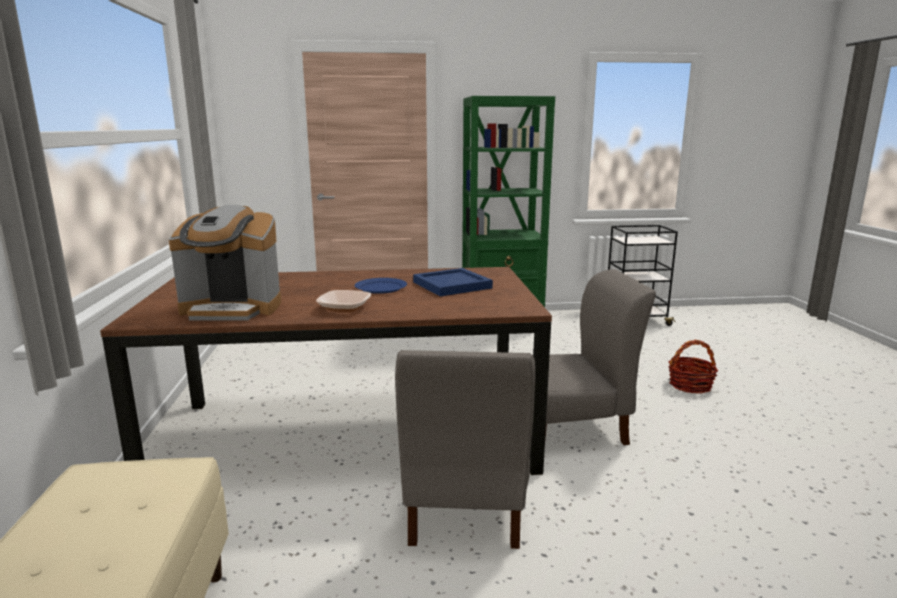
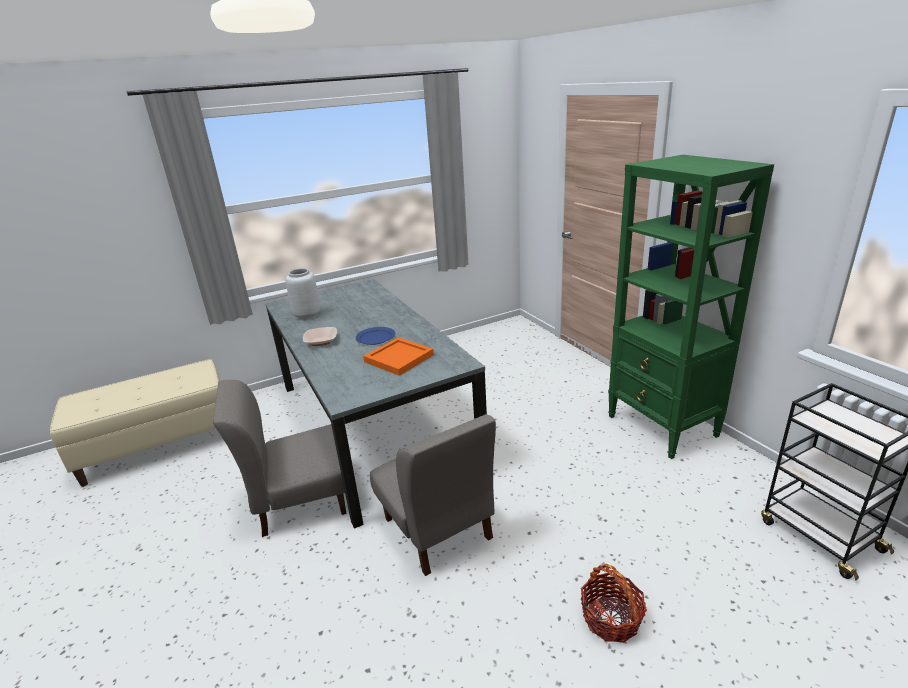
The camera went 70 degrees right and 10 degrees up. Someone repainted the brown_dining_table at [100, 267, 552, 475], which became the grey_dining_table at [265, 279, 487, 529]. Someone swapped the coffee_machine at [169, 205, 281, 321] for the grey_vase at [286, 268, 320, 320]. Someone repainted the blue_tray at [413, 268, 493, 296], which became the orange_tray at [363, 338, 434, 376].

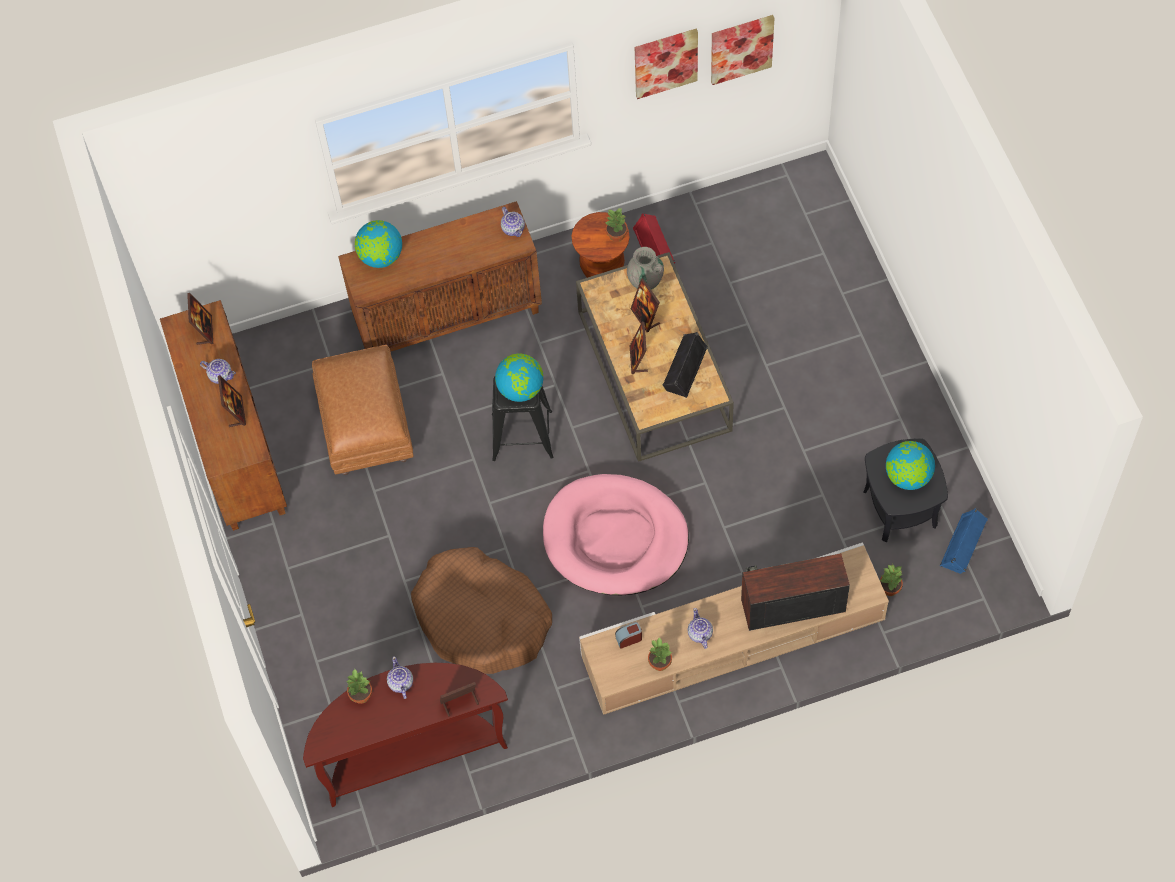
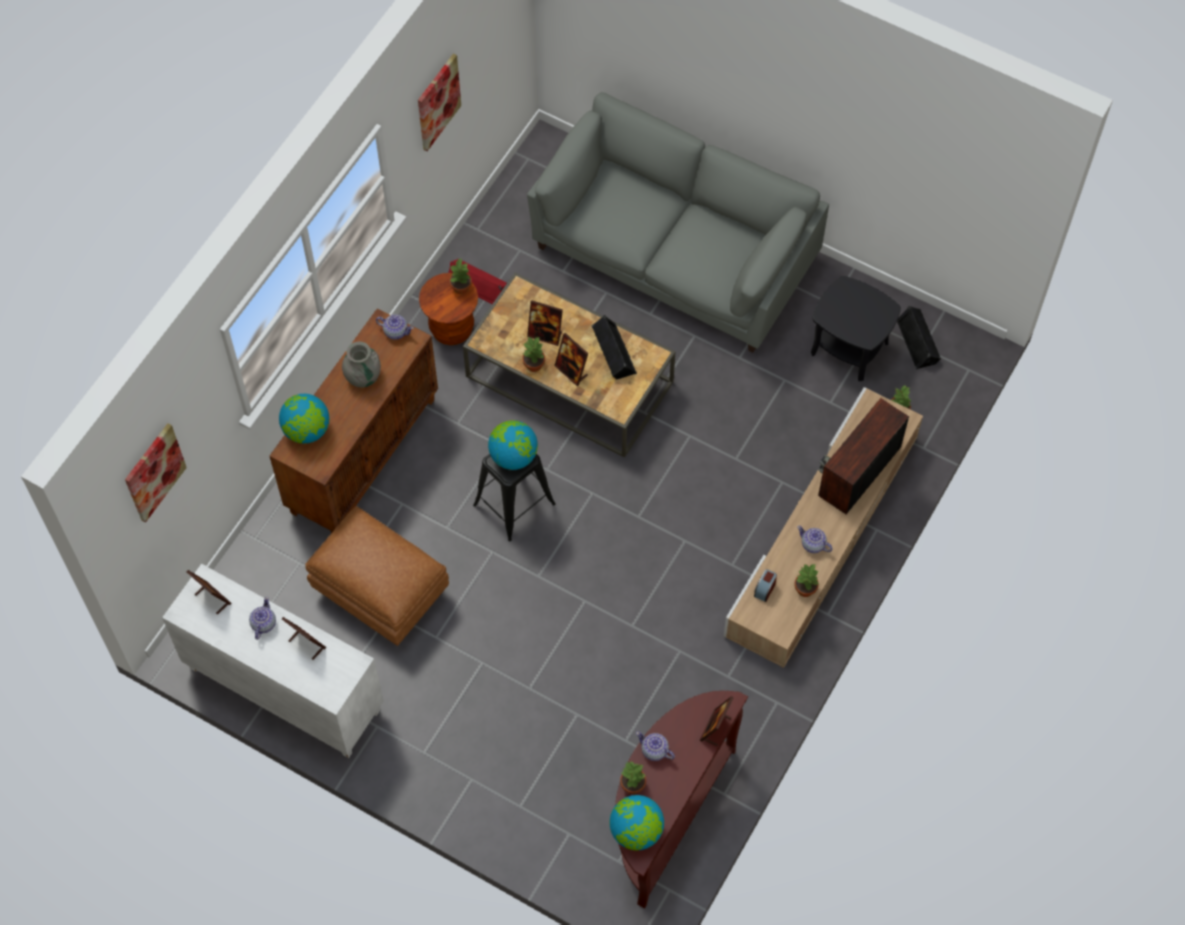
The camera went 45 degrees left and 0 degrees up. Someone repainted the brown_cabinet at [160, 300, 287, 531], which became the white_cabinet at [162, 564, 384, 758]. Someone rotated the teapot at [200, 359, 236, 384] by 60 degrees counterclockwise. Someone took away the brown_dog_bed at [411, 547, 552, 674]. Someone took away the pink_dog_bed at [543, 474, 689, 595]. Someone carried the grey_vase from [627, 247, 664, 289] to [342, 342, 381, 388]. Someone carried the picture from [711, 15, 775, 85] to [125, 423, 187, 523]. Someone carried the globe from [886, 441, 935, 490] to [609, 795, 664, 850]. Someone repainted the blue_speaker at [940, 508, 988, 574], which became the black_speaker at [897, 306, 941, 369]. Someone put down the potted_plant at [523, 337, 545, 372]. Someone put down the grey_sofa at [527, 92, 829, 353].

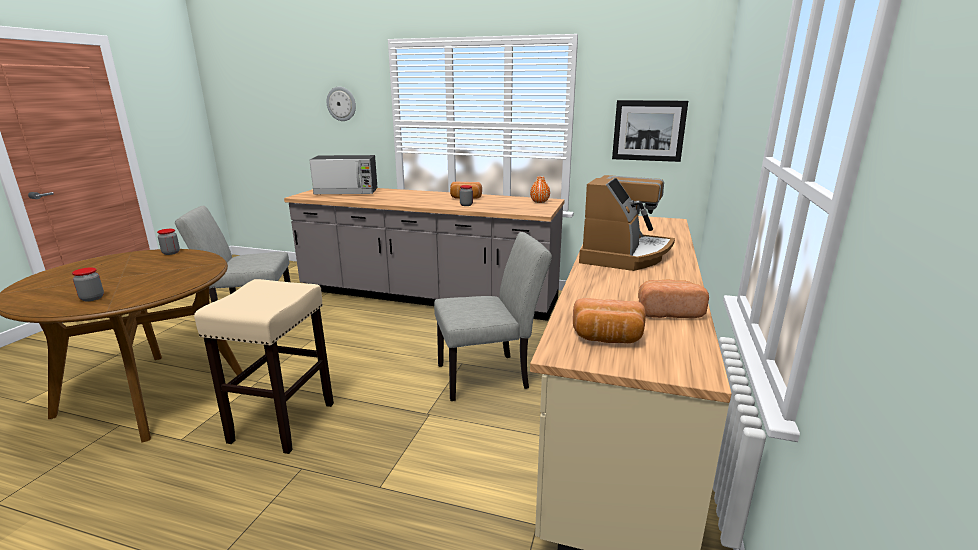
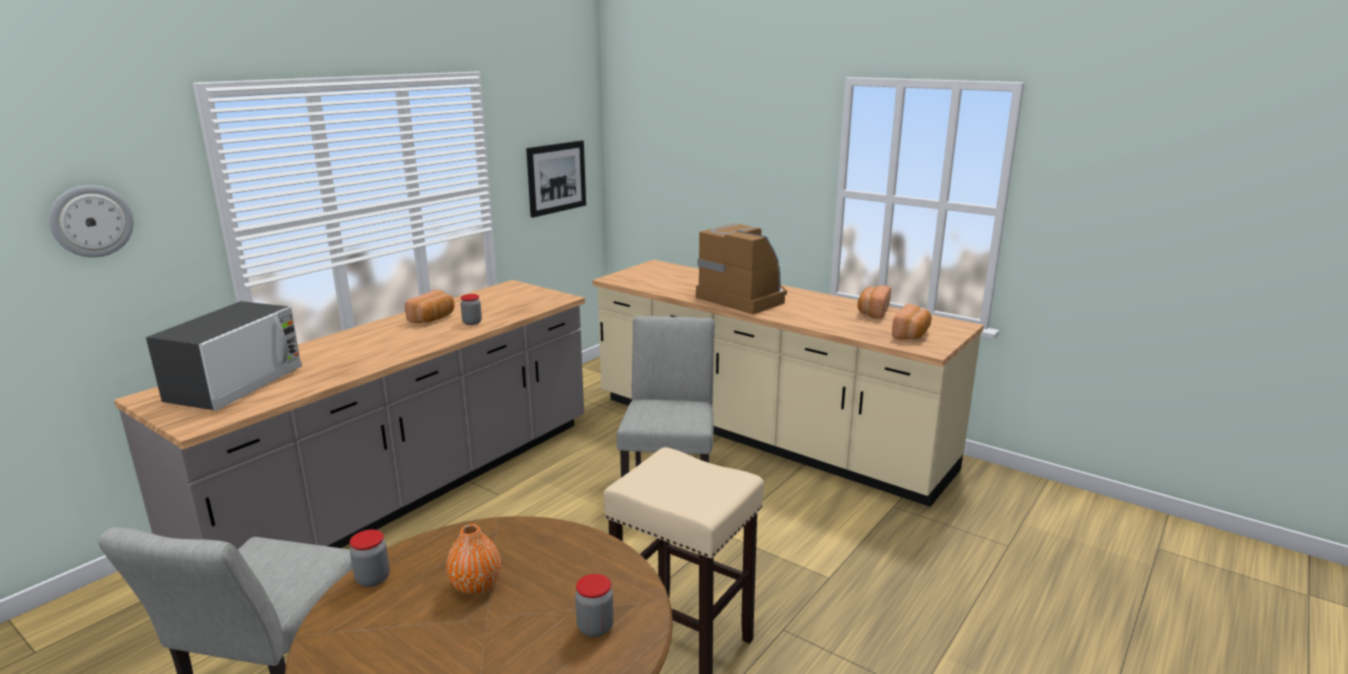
The camera went 70 degrees left and 0 degrees up. Someone carried the orange_vase from [530, 176, 550, 203] to [446, 524, 501, 595].

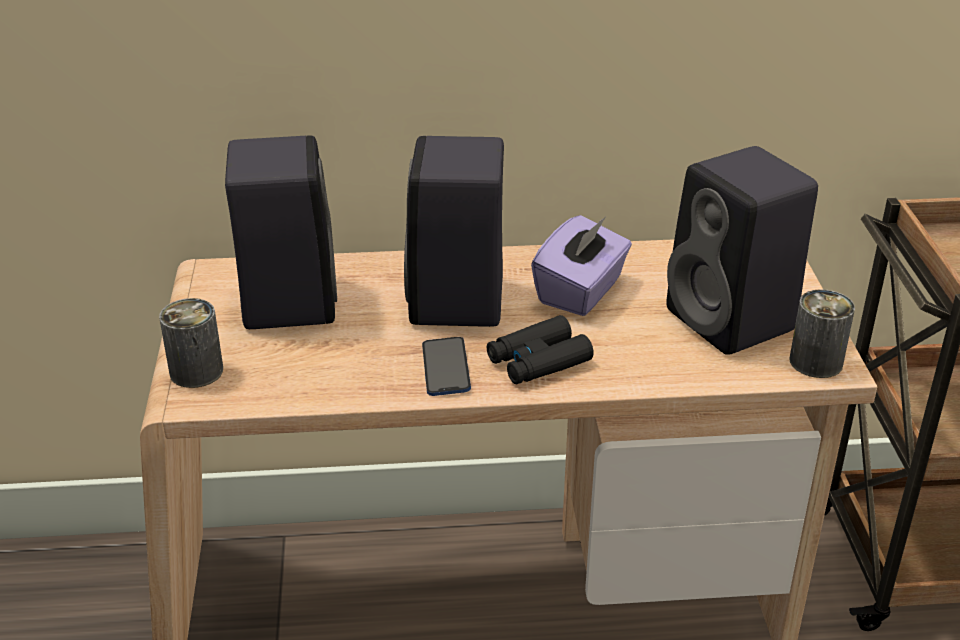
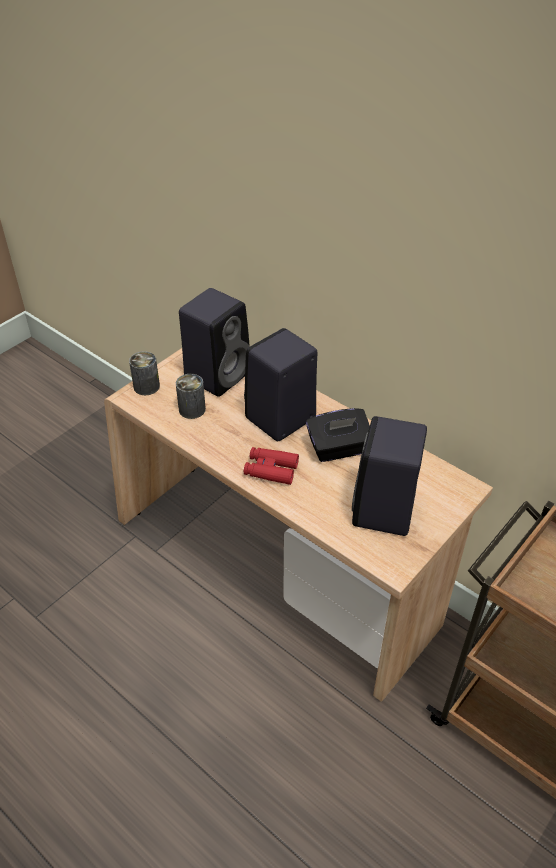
The camera went 45 degrees right and 10 degrees up. Someone took away the phone at [422, 337, 471, 396]. Someone repainted the black_binoculars at [487, 315, 594, 384], which became the red_binoculars at [244, 447, 299, 485]. Someone repainted the purple_tissue_box at [531, 215, 632, 316], which became the black_tissue_box at [306, 408, 370, 462]. Someone carried the can from [789, 289, 855, 378] to [176, 374, 206, 419].

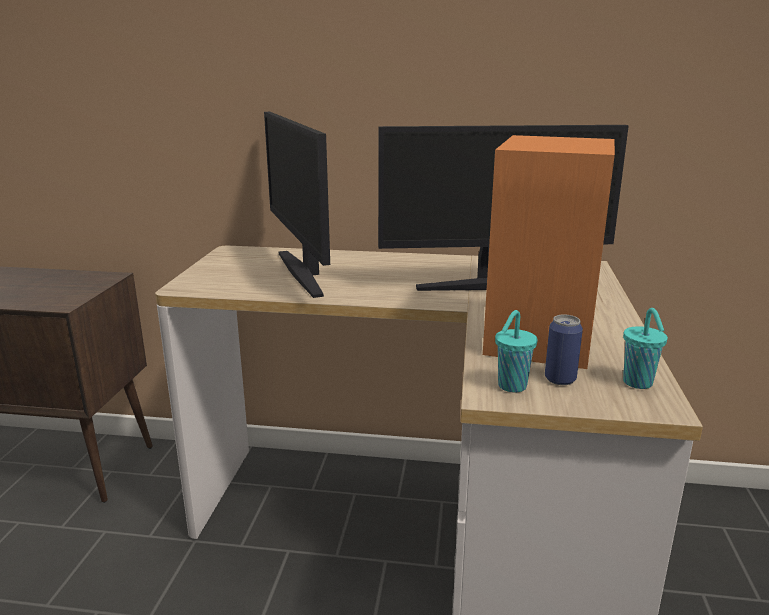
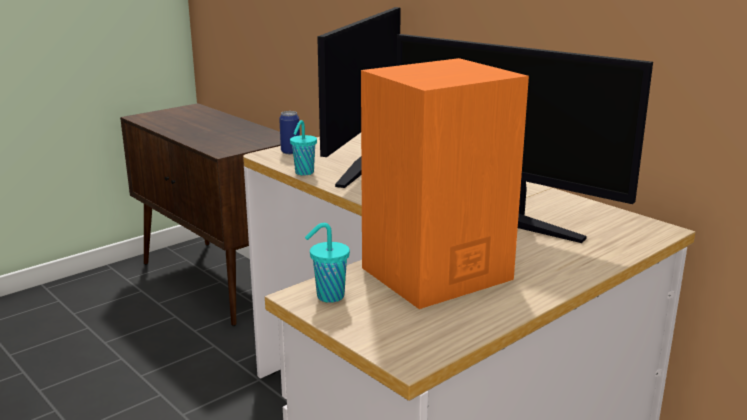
The camera went 40 degrees right and 0 degrees up. Someone carried the can from [545, 315, 583, 385] to [279, 111, 300, 154]. Someone carried the turquoise_cup from [623, 308, 668, 389] to [290, 120, 317, 175].

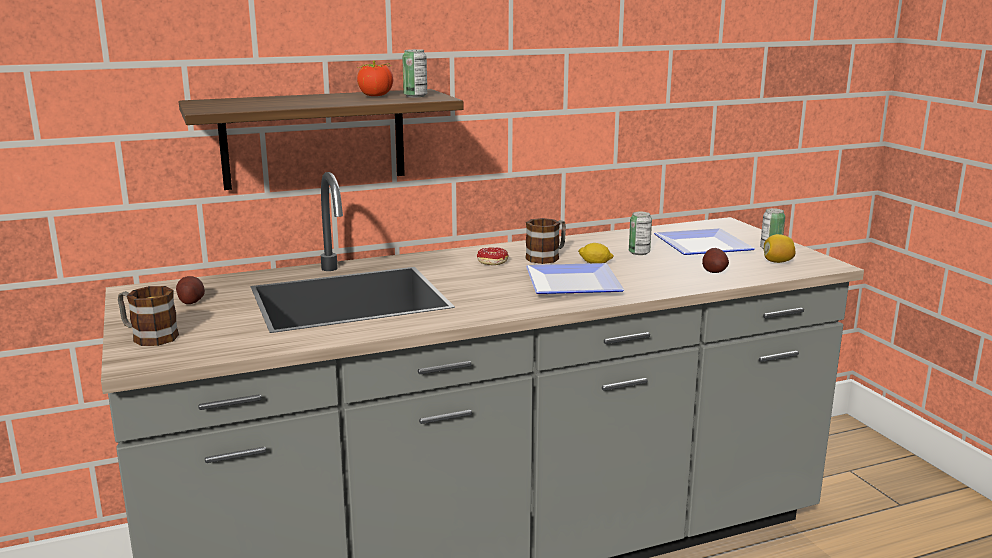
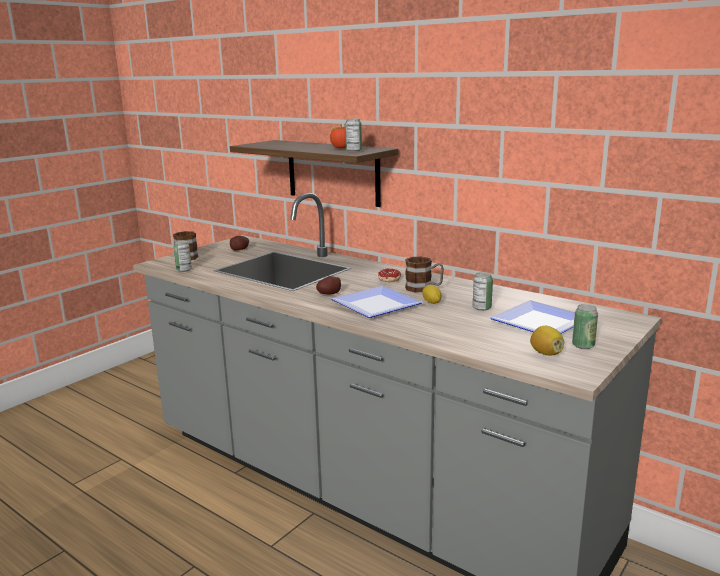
The camera went 60 degrees right and 0 degrees up. Someone carried the potato from [702, 248, 729, 273] to [316, 276, 341, 294]. Someone put down the can at [173, 241, 192, 272].

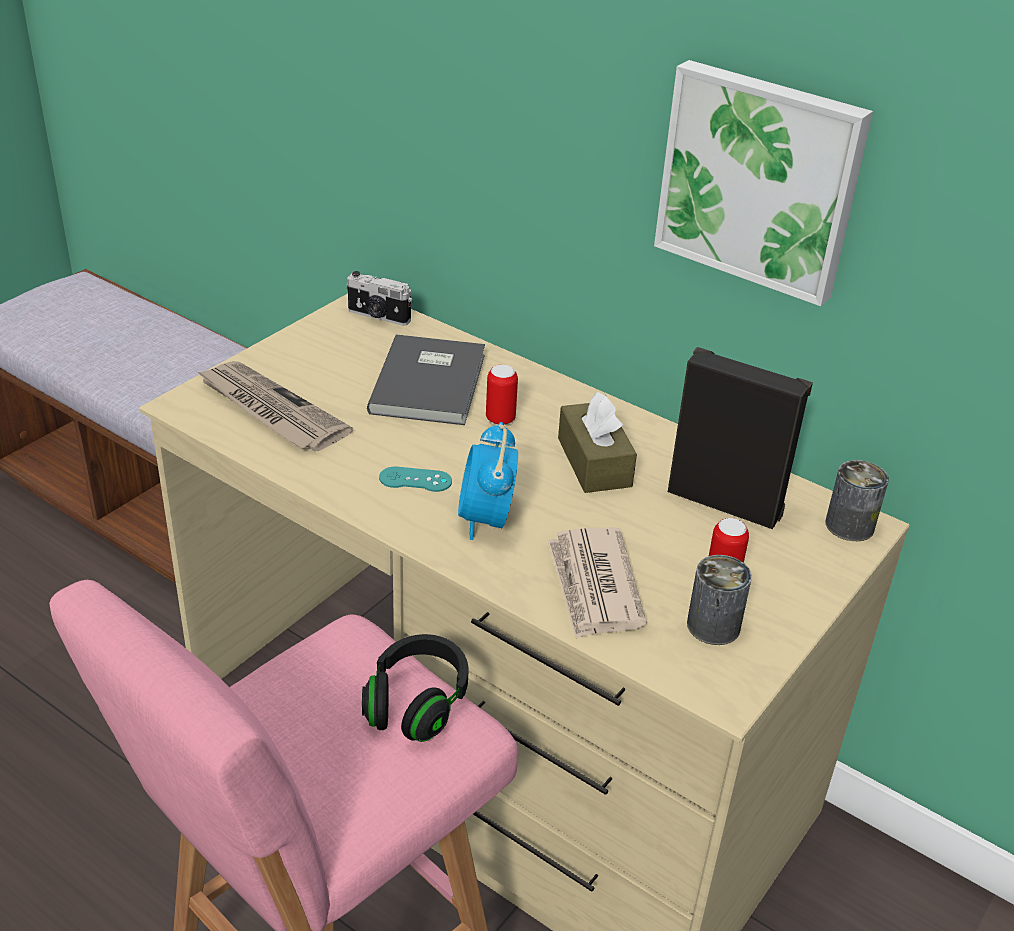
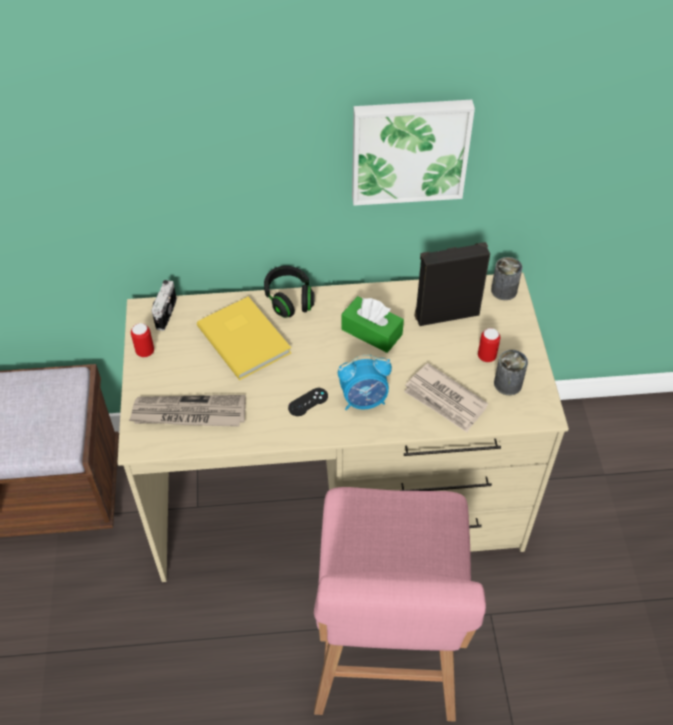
The camera went 40 degrees left and 15 degrees up. Someone rotated the photo_camera at [347, 271, 412, 326] by 120 degrees clockwise. Someone carried the black_headphones from [362, 634, 468, 742] to [264, 266, 314, 318]. Someone repainted the grey_book at [367, 334, 485, 425], which became the yellow_book at [197, 296, 291, 380]. Someone repainted the turquoise_game_controller at [379, 467, 452, 492], which became the black_game_controller at [288, 388, 328, 416]. Someone rotated the alarm_clock at [458, 422, 518, 540] by 60 degrees counterclockwise. Someone carried the can from [486, 364, 518, 425] to [131, 323, 154, 357]. Someone repainted the brown_tissue_box at [558, 392, 637, 493], which became the green_tissue_box at [341, 296, 404, 353].

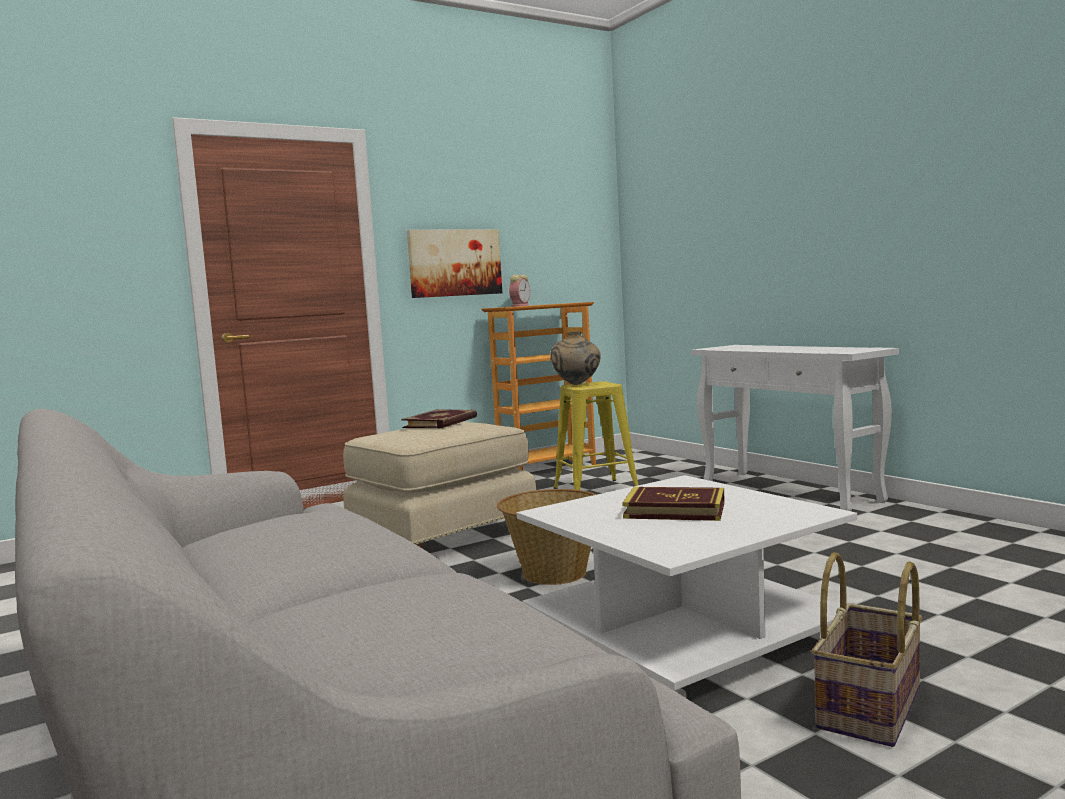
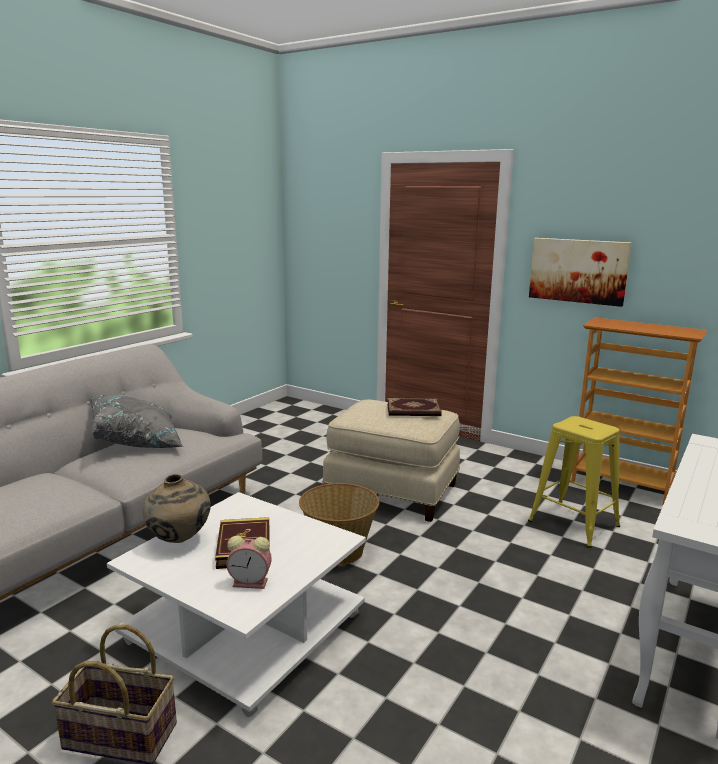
The camera went 65 degrees right and 10 degrees up. Someone carried the alarm_clock from [509, 274, 530, 307] to [226, 536, 272, 589]. Someone carried the beige_vase from [550, 331, 601, 385] to [143, 474, 211, 543]. Someone put down the grey_pillow at [91, 394, 183, 448].

